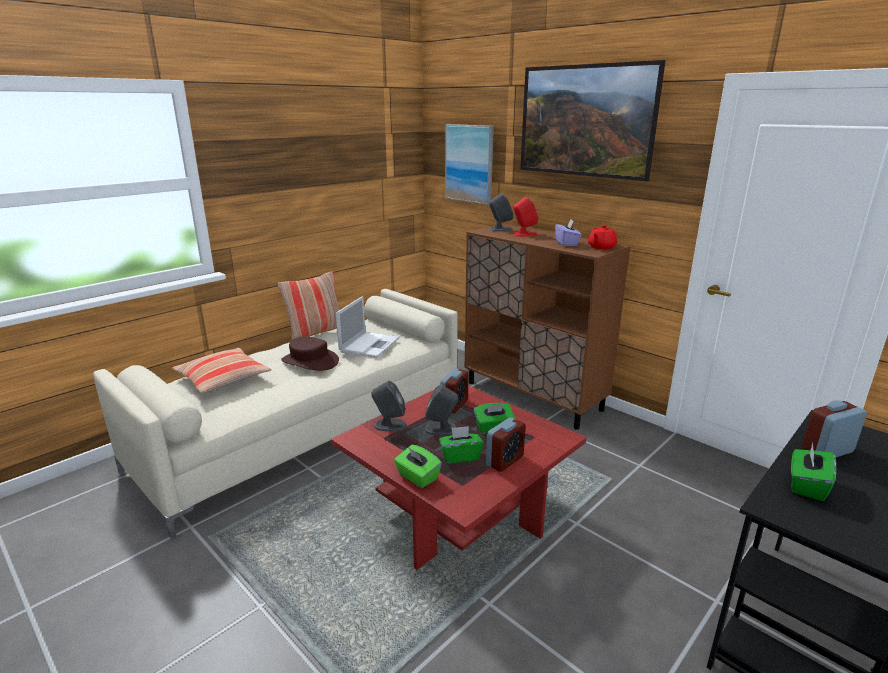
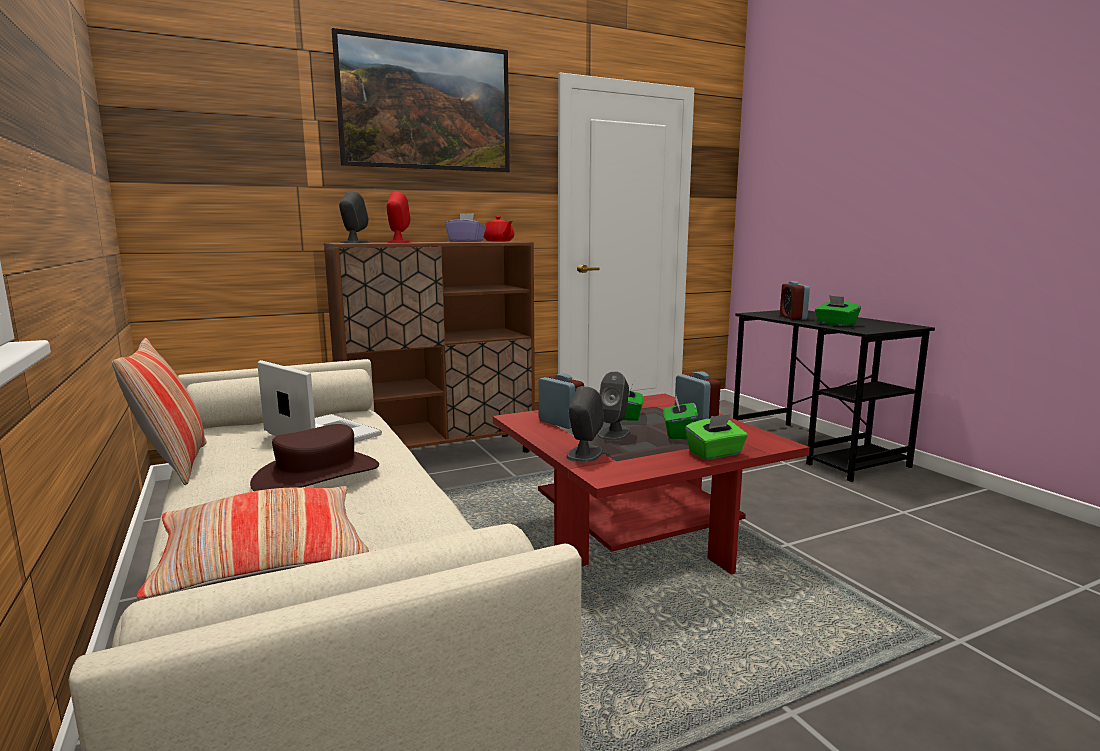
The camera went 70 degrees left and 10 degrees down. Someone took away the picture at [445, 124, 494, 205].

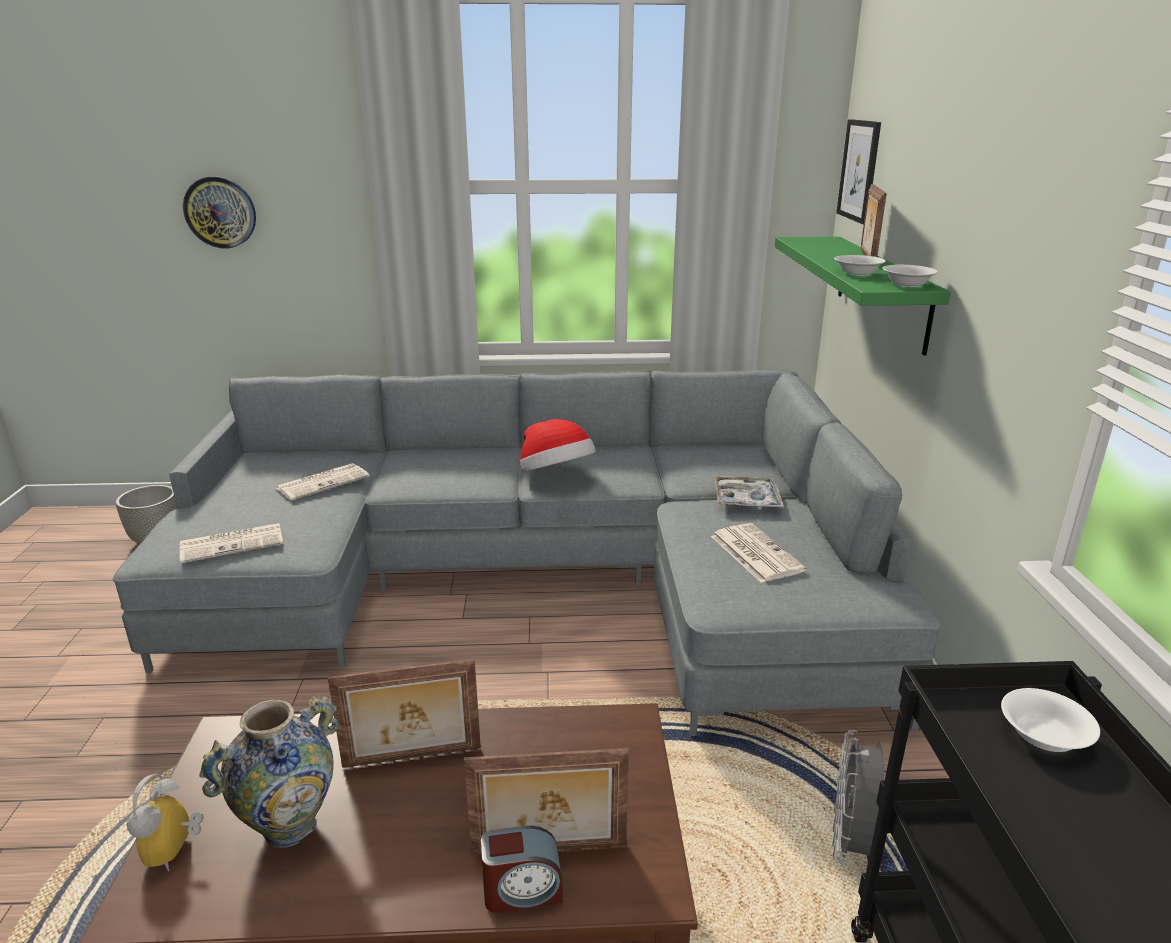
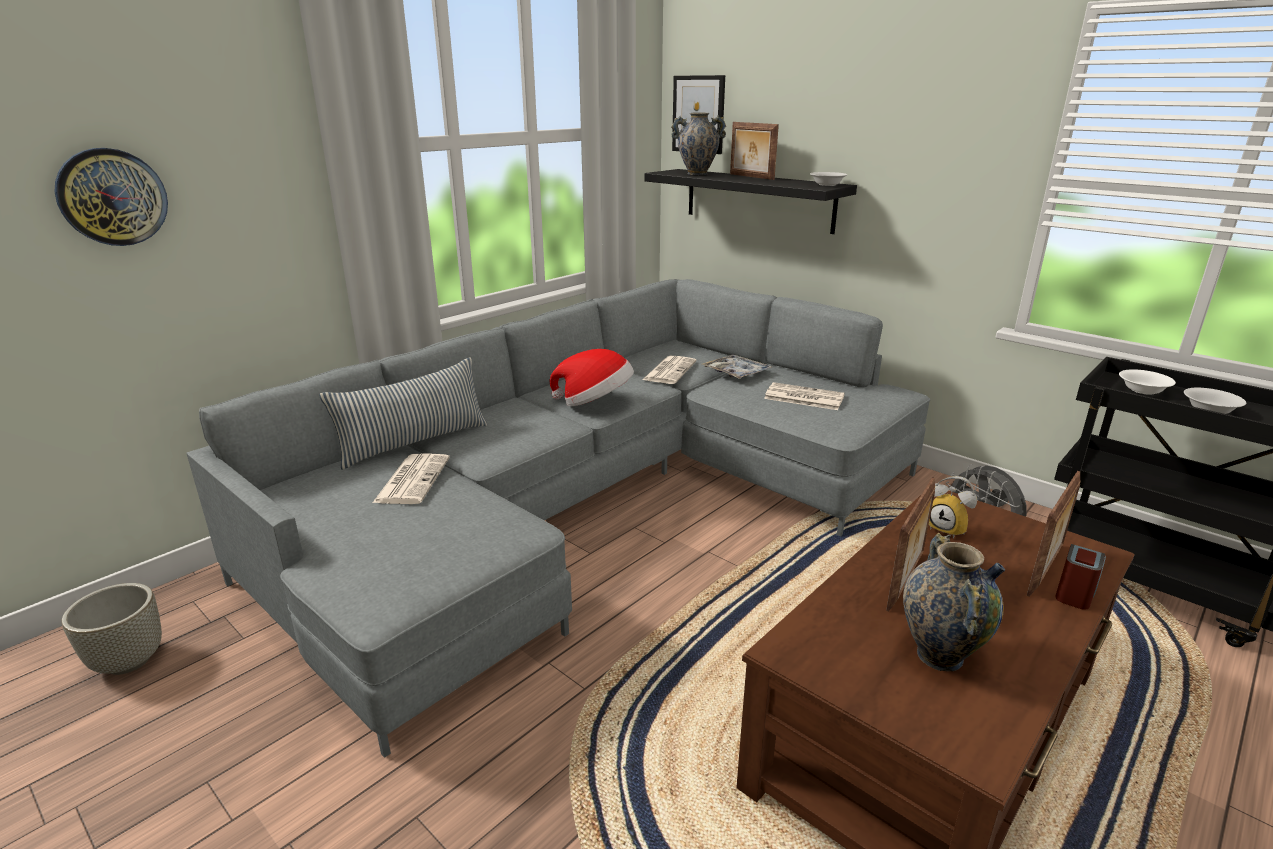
The camera went 45 degrees left and 0 degrees up. Someone carried the alarm_clock from [127, 774, 204, 871] to [929, 476, 977, 539]. Someone carried the newspaper from [180, 523, 283, 564] to [643, 356, 696, 384]. Someone repainted the green_shelf at [775, 237, 951, 356], which became the black_shelf at [644, 169, 857, 234]. Someone carried the white_bowl from [834, 255, 886, 276] to [1184, 388, 1246, 414]. Someone put down the pillow at [319, 357, 487, 470]. Someone put down the vase at [671, 112, 726, 175].

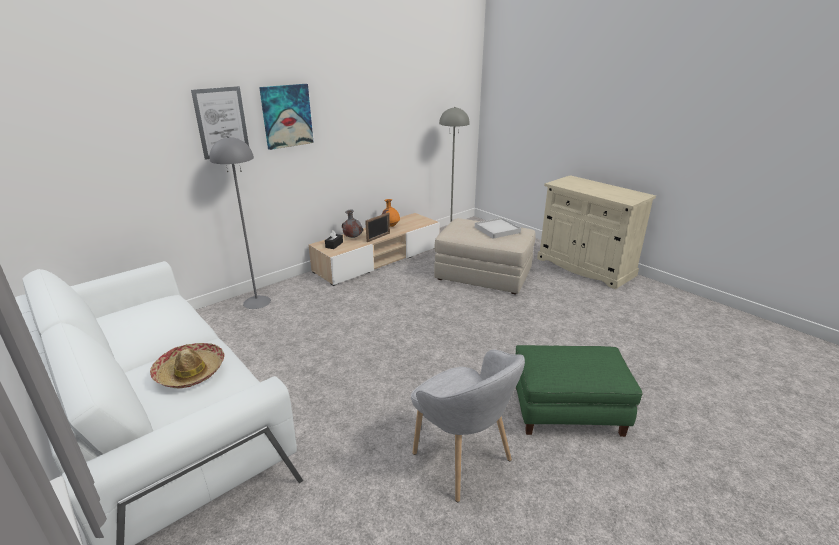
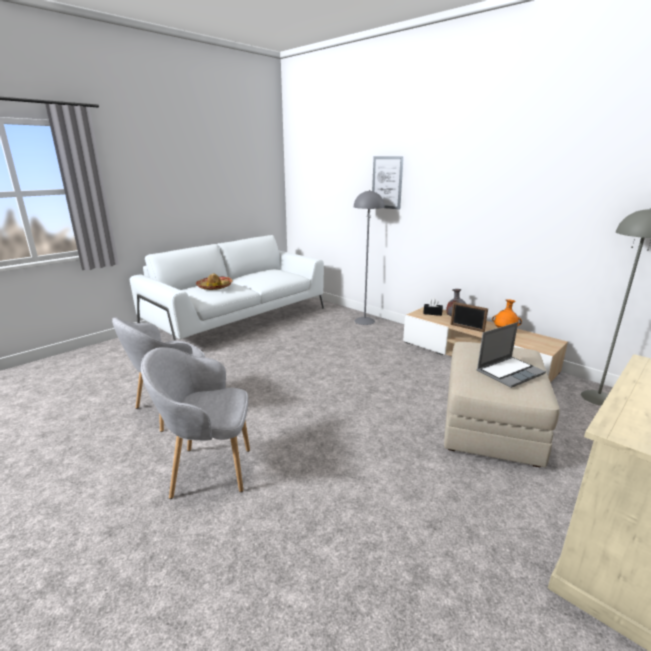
The camera went 85 degrees right and 5 degrees down. Someone took away the picture at [259, 84, 314, 150]. Someone swapped the white_tray at [475, 218, 521, 239] for the laptop at [477, 322, 546, 388]. Someone swapped the green_ottoman at [516, 345, 643, 437] for the grey_armchair at [141, 347, 250, 499].

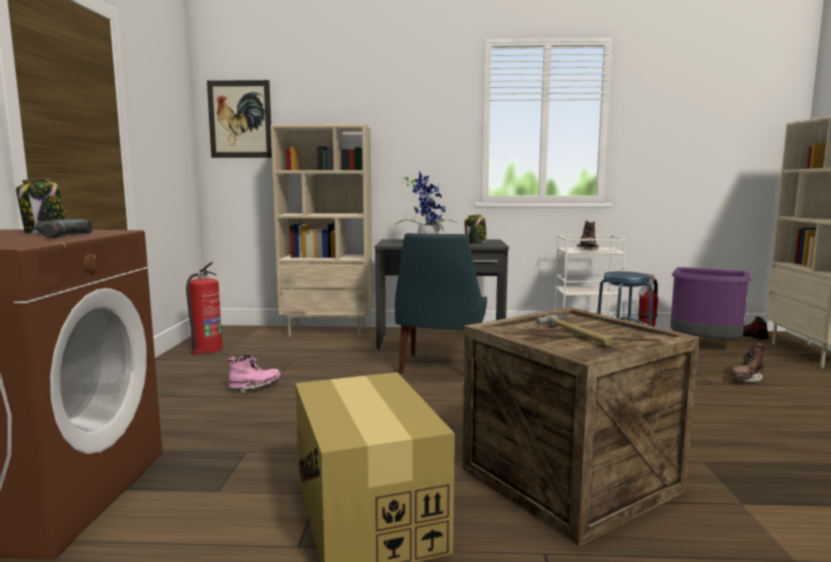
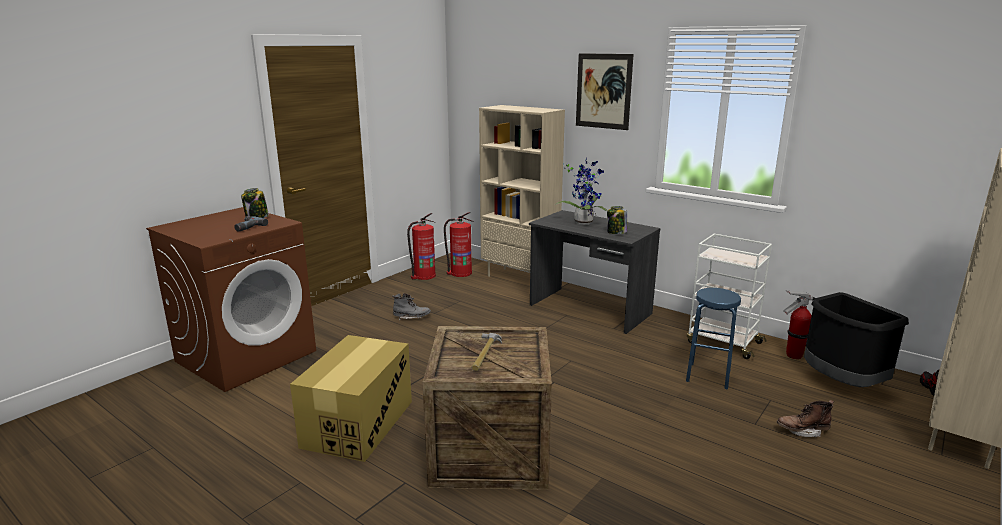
The camera went 35 degrees right and 10 degrees up. Someone carried the picture from [207, 80, 272, 158] to [576, 53, 634, 130]. Someone repainted the pink_boot at [228, 354, 280, 393], which became the grey_boot at [392, 293, 431, 320]. Someone took away the blue_chair at [395, 233, 487, 374]. Someone took away the brown_boot at [577, 221, 599, 250]. Someone repainted the purple_trash_can at [670, 267, 751, 339], which became the black_trash_can at [804, 292, 909, 387]. Someone put down the fire_extinguisher at [444, 212, 474, 277].

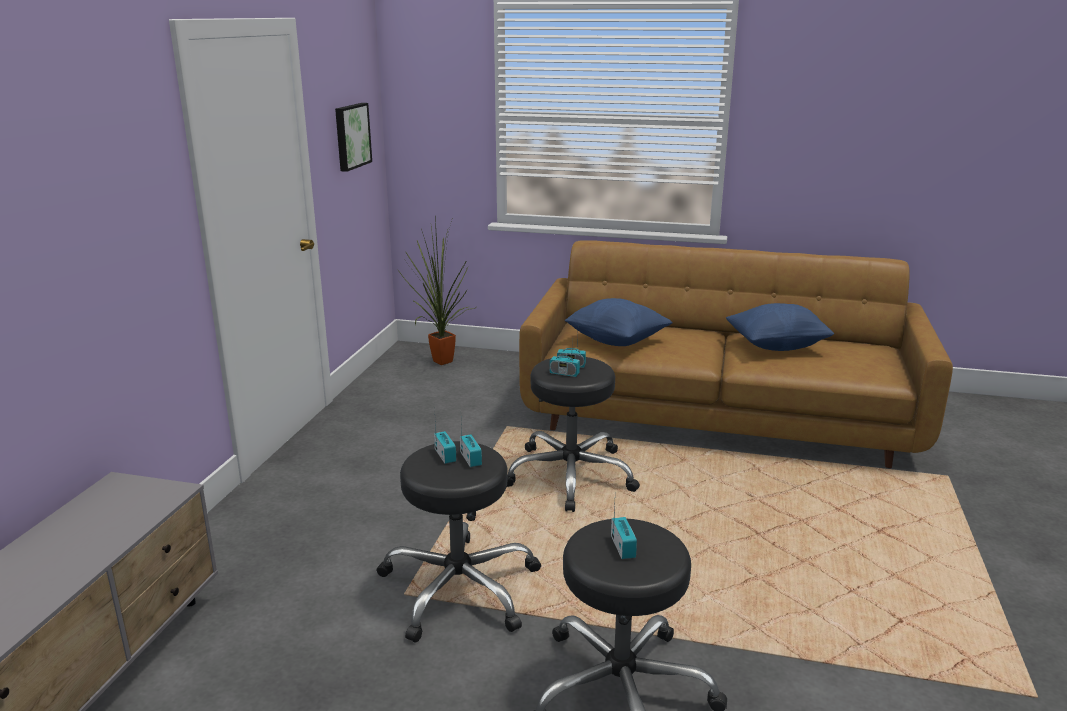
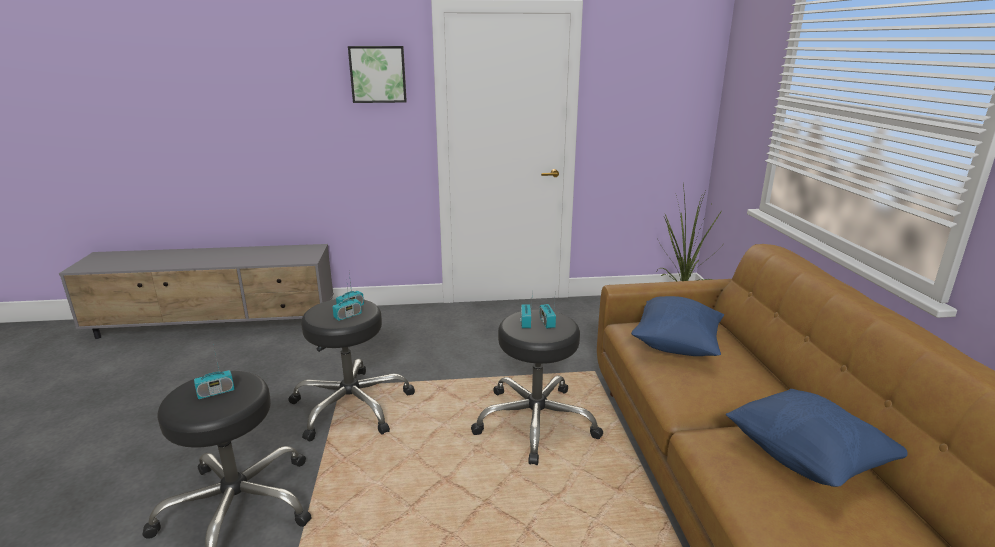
The camera went 70 degrees right and 0 degrees up. Someone carried the picture from [335, 103, 372, 172] to [348, 46, 407, 103].

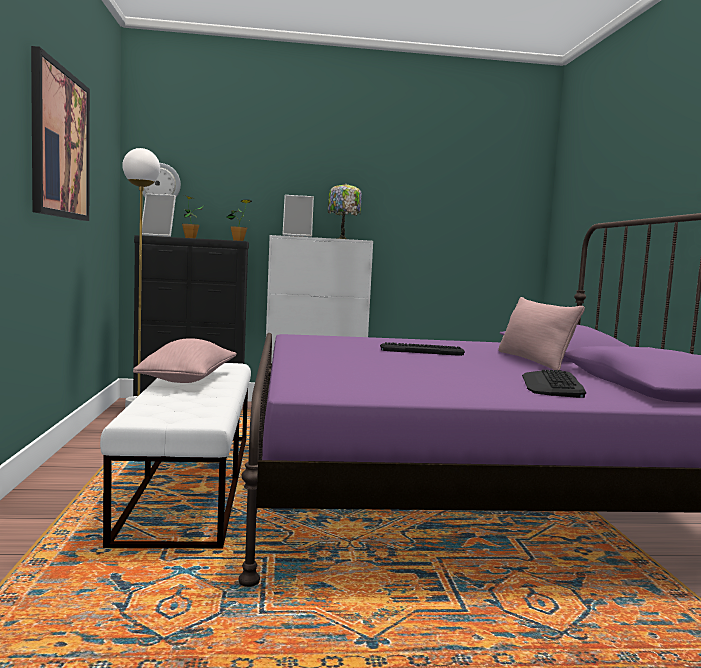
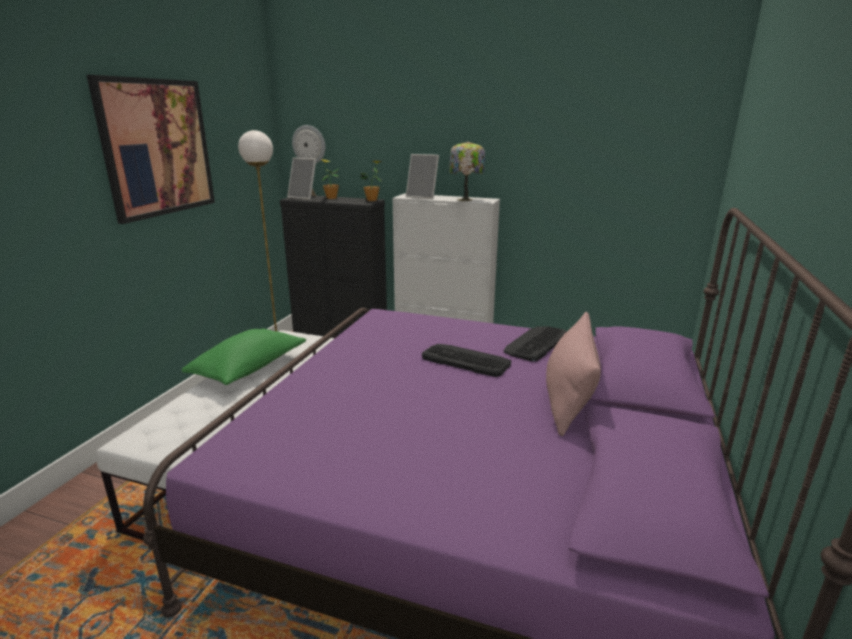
The camera went 25 degrees right and 15 degrees up. Someone repainted the pink_pillow at [133, 338, 237, 383], which became the green_pillow at [182, 329, 306, 385]. Someone carried the keyboard from [522, 370, 586, 398] to [503, 326, 567, 362].

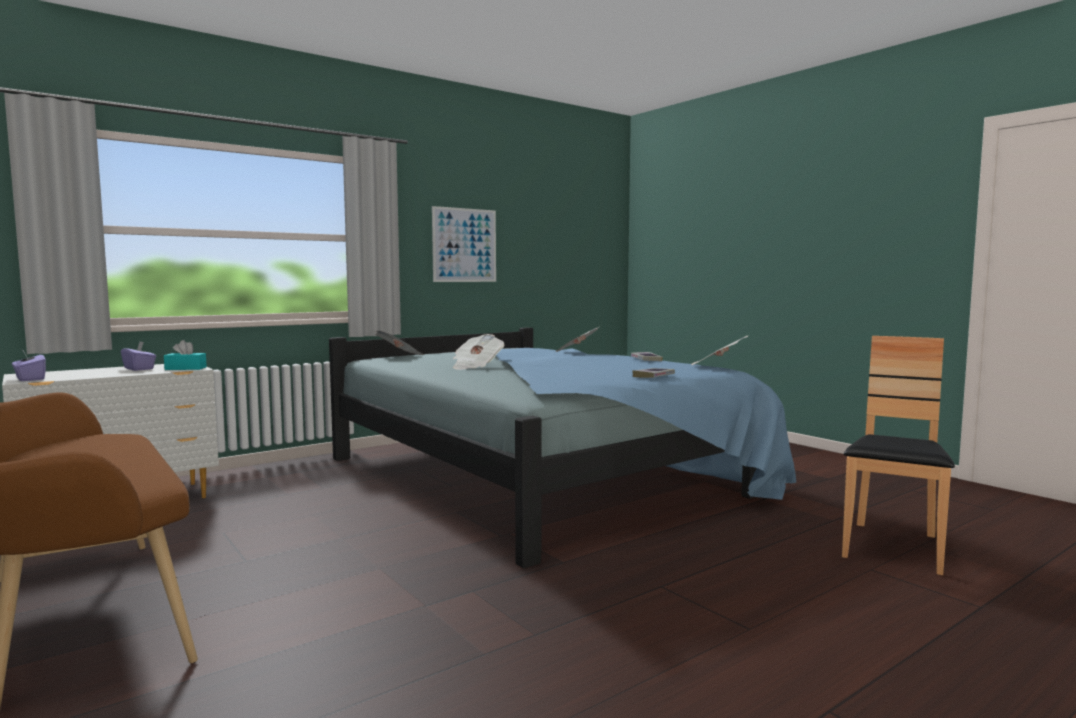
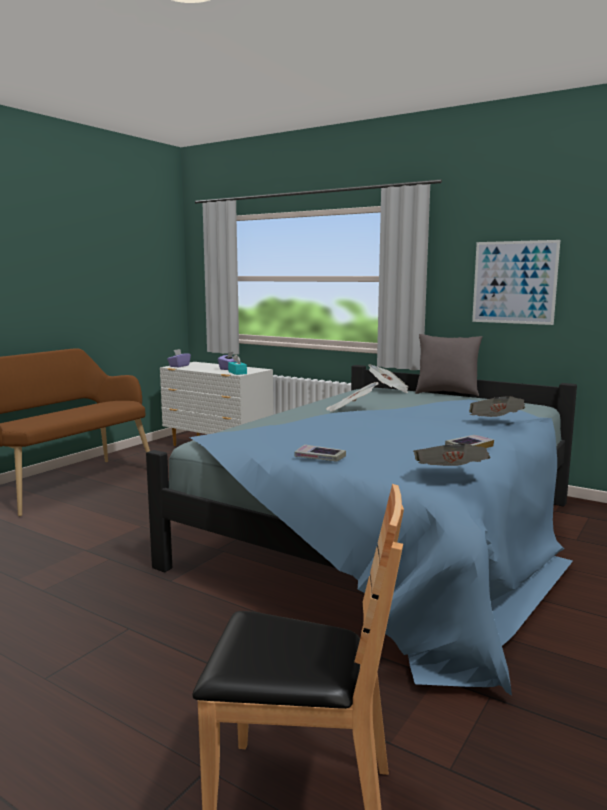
The camera went 70 degrees right and 5 degrees up. Someone put down the grey_pillow at [415, 334, 482, 396].

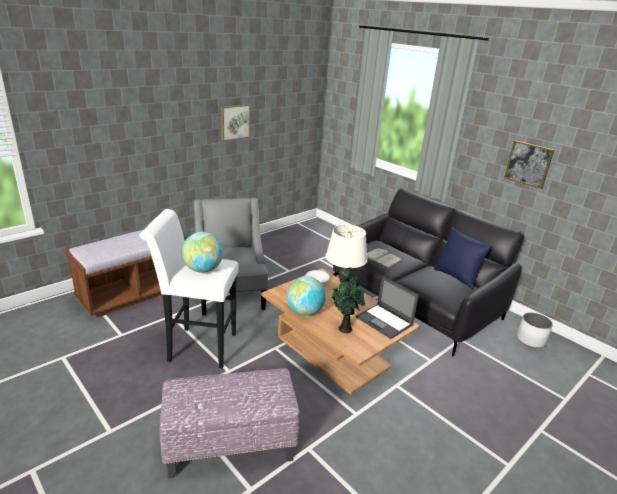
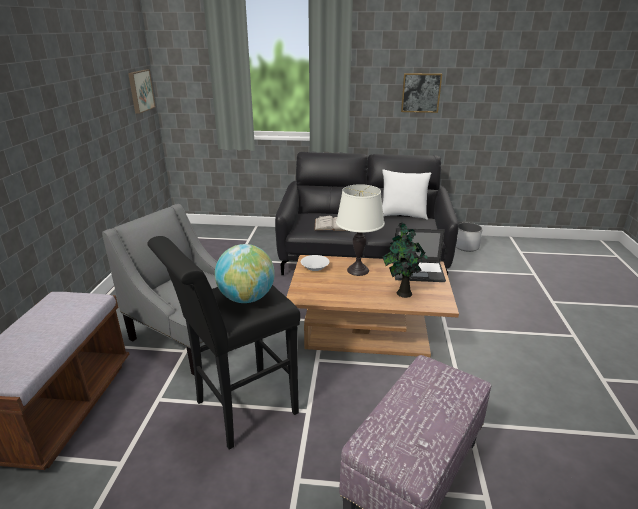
The camera went 40 degrees left and 0 degrees up. Someone repainted the white_stool at [139, 209, 239, 368], which became the black_stool at [147, 236, 300, 449]. Someone carried the picture from [221, 104, 251, 141] to [128, 70, 156, 114]. Someone took away the globe at [287, 276, 326, 316]. Someone repainted the blue_pillow at [434, 227, 493, 290], which became the white_pillow at [382, 170, 432, 220].

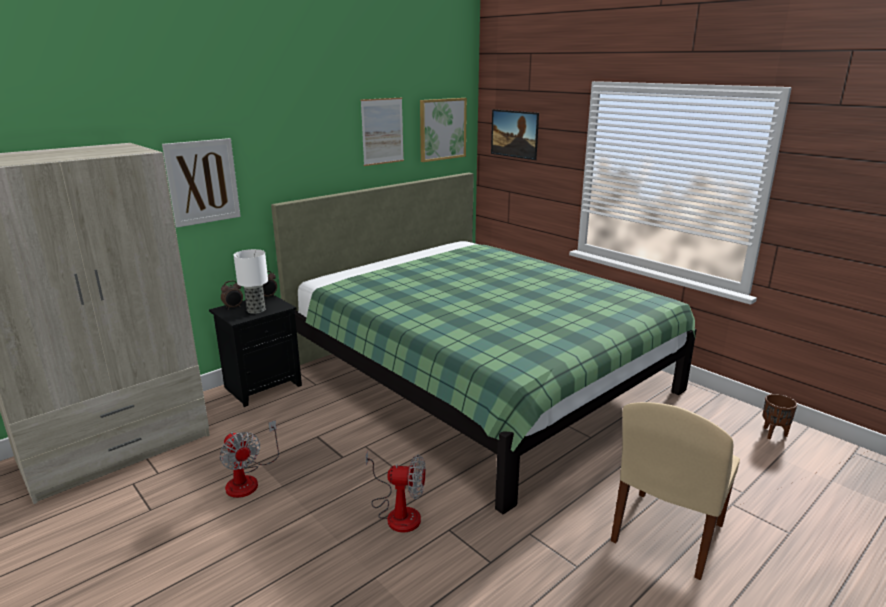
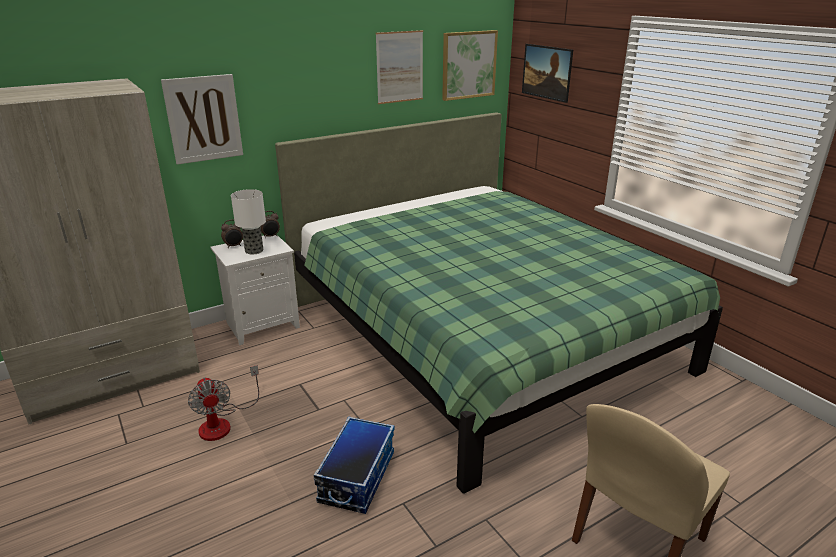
The camera went 10 degrees right and 5 degrees up. Someone repainted the black_nightstand at [209, 295, 302, 407], which became the white_nightstand at [210, 234, 300, 345]. Someone swapped the fan at [366, 451, 425, 533] for the storage_box at [314, 416, 395, 514]. Someone took away the brown_planter at [763, 394, 797, 439].

